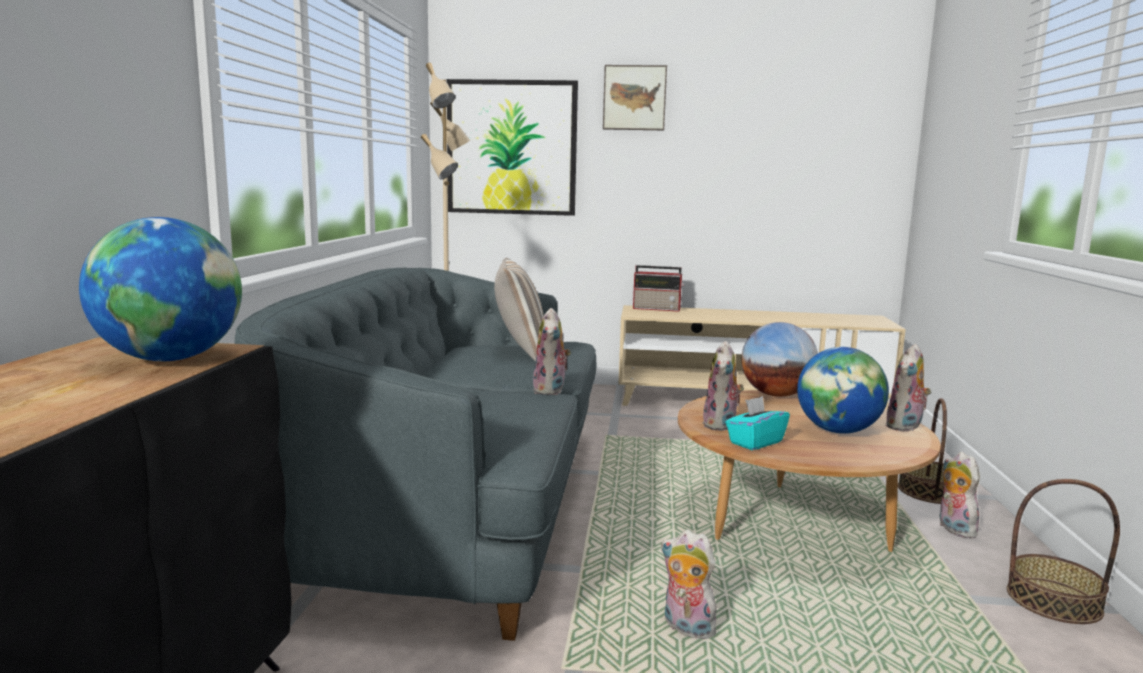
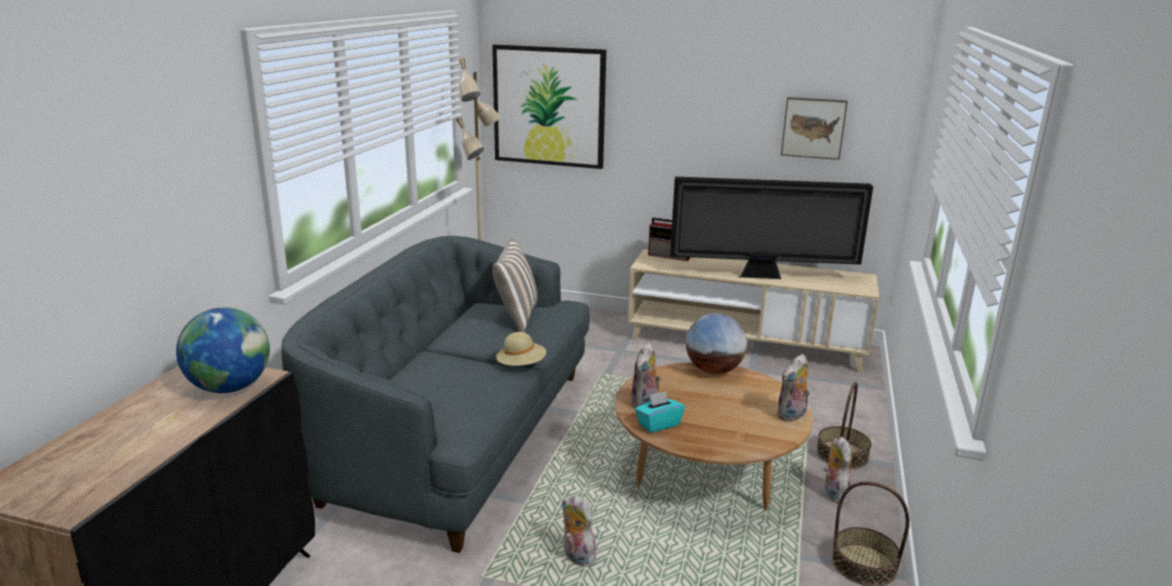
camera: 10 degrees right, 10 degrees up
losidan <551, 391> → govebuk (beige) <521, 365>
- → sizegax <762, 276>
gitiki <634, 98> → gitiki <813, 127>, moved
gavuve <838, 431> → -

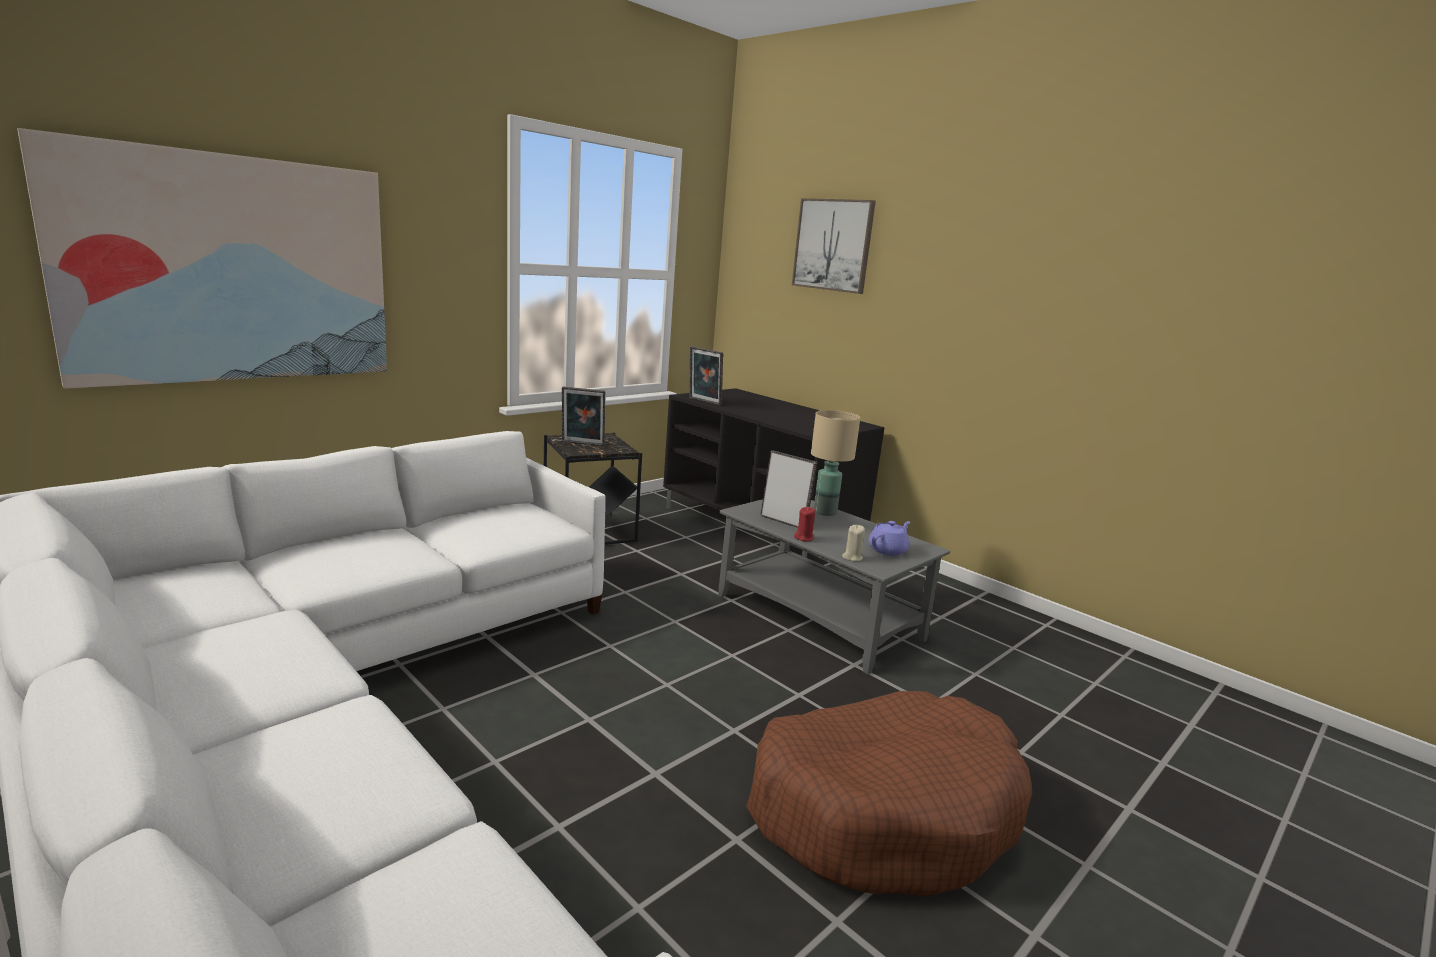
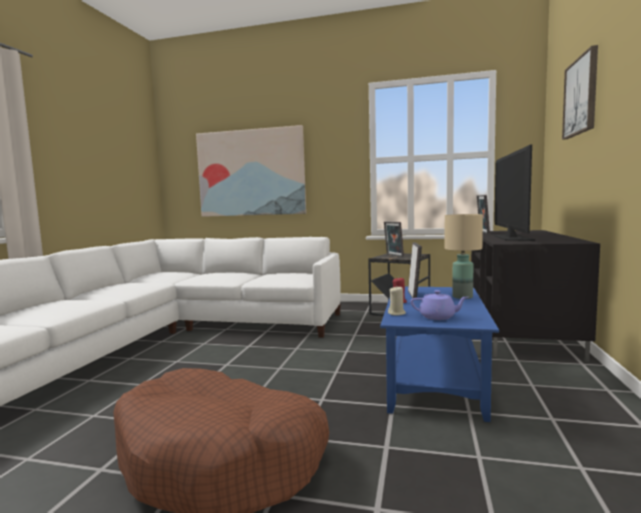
camera: 60 degrees right, 10 degrees down
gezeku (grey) <816, 616> → gezeku (blue) <433, 378>
- → sizegax <511, 237>

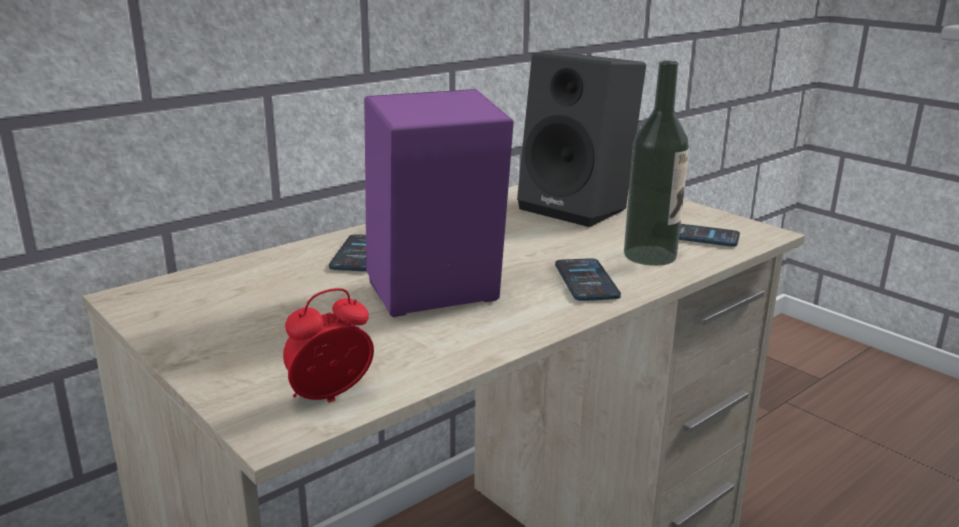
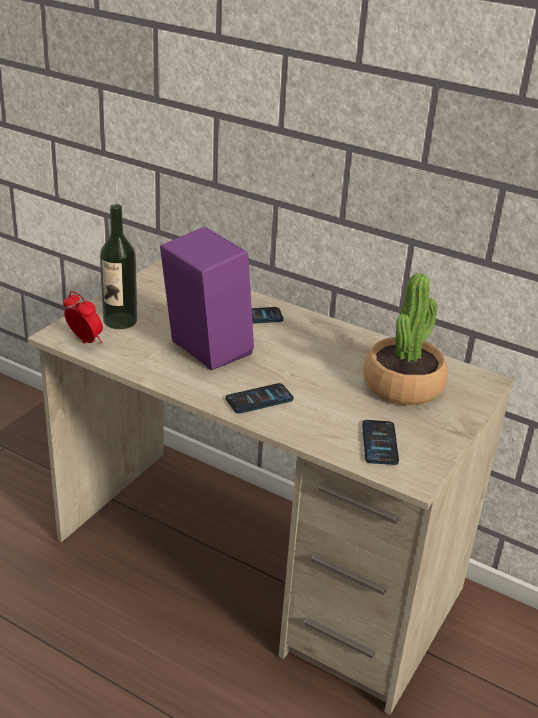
camera: 70 degrees right, 10 degrees up
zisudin <650, 255> → zisudin <120, 321>, moved
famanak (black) <579, 208> → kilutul <403, 386>

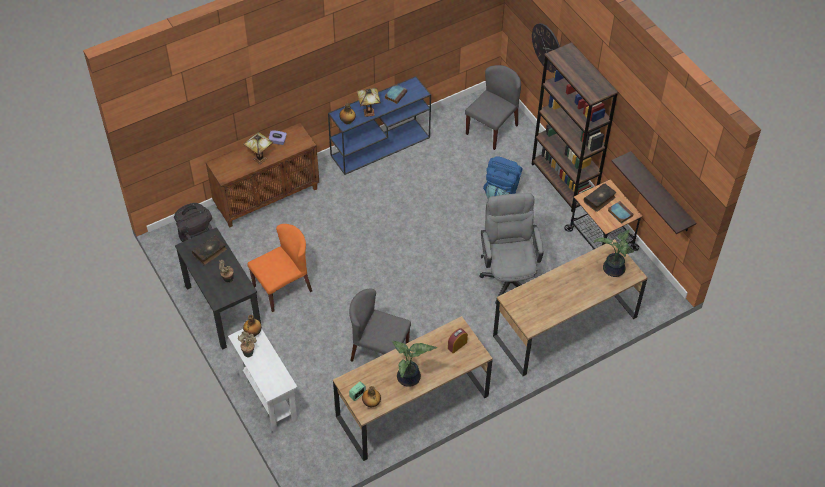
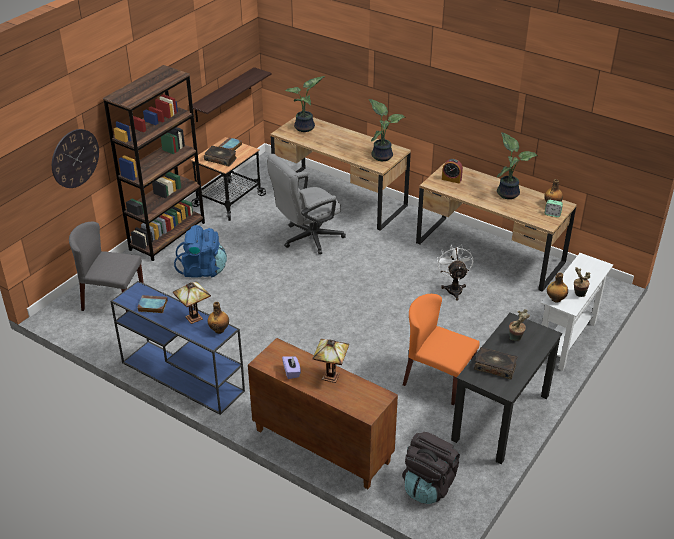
camera: 115 degrees left, 15 degrees down
- → kilutul <382, 156>
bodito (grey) <379, 352> → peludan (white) <453, 288>

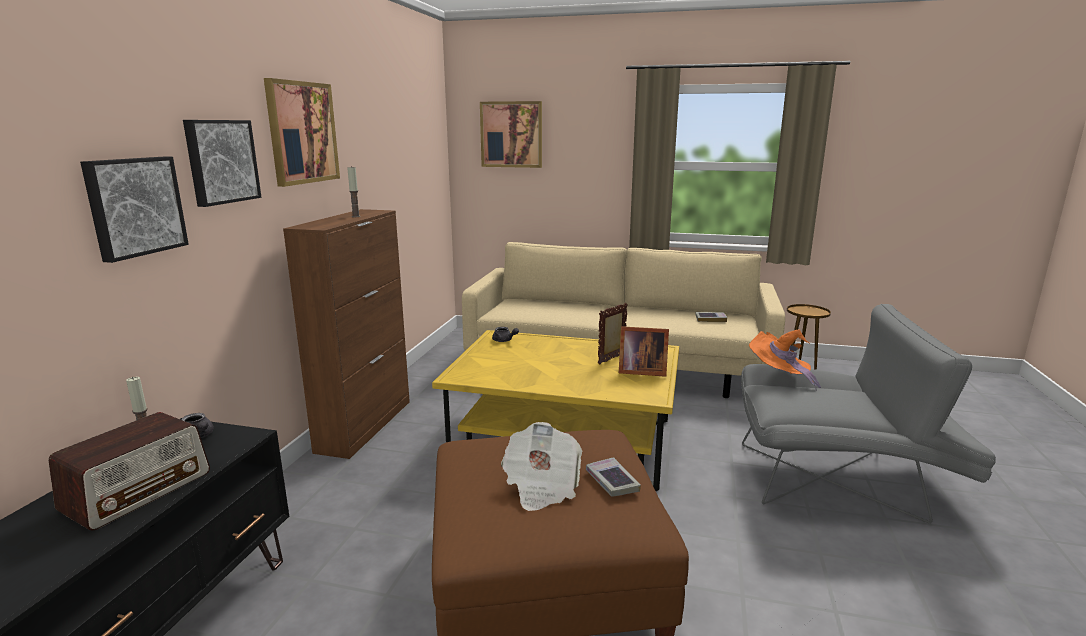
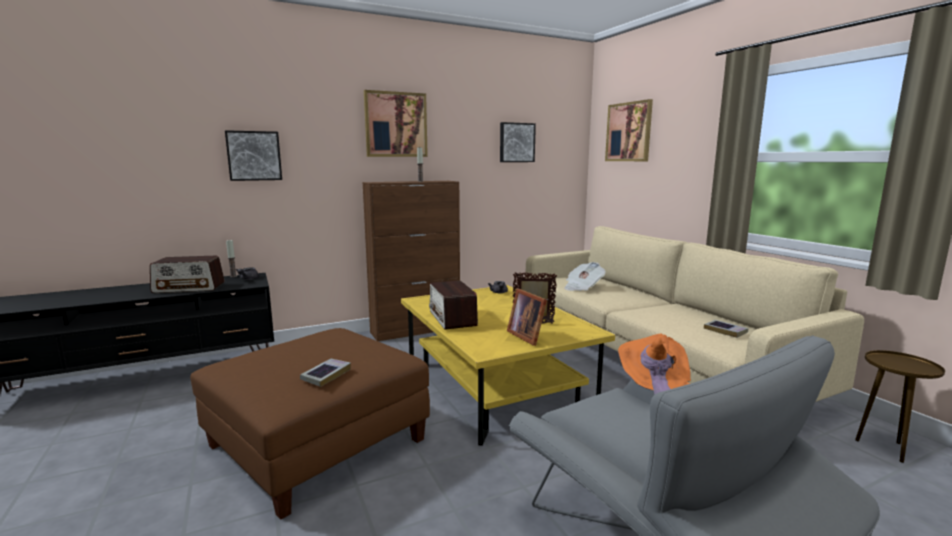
camera: 50 degrees right, 5 degrees down
- → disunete <452, 318>
gitiki <221, 161> → gitiki <516, 142>, moved
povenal <541, 486> → povenal <582, 287>, moved

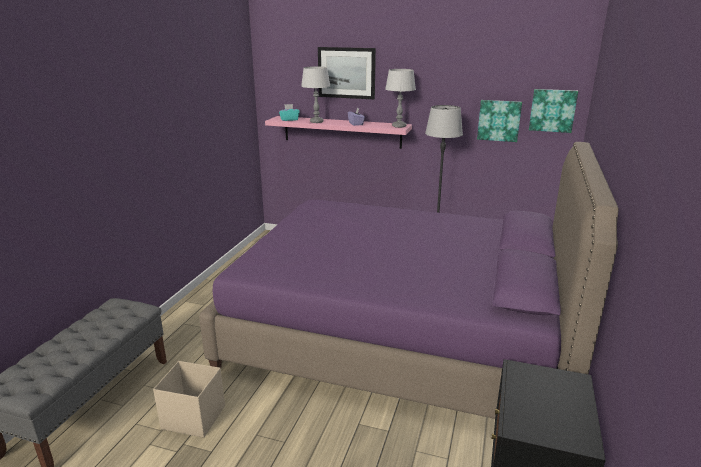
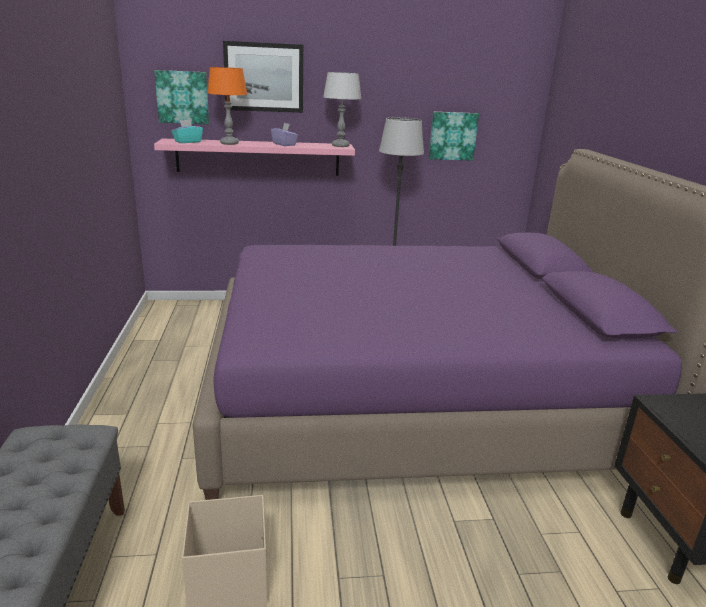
camera: 25 degrees left, 0 degrees up
gitiki <552, 110> → gitiki <182, 97>, moved
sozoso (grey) <316, 122> → sozoso (orange) <229, 143>

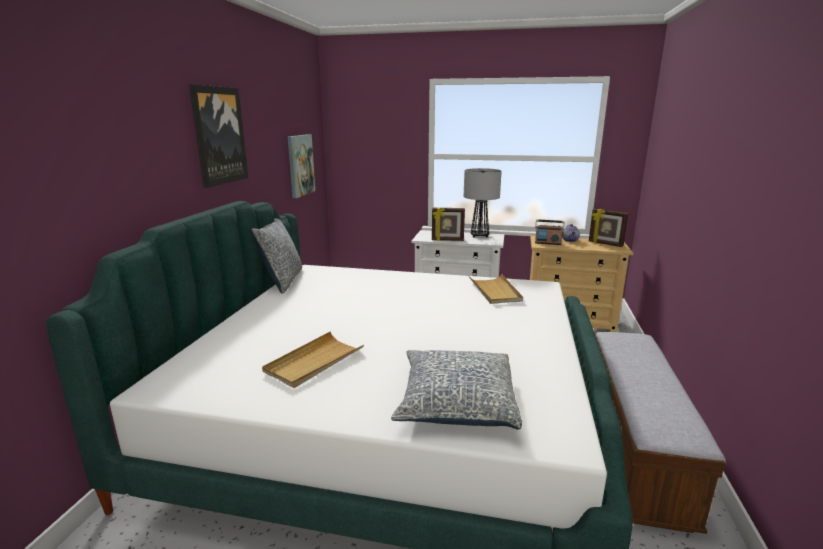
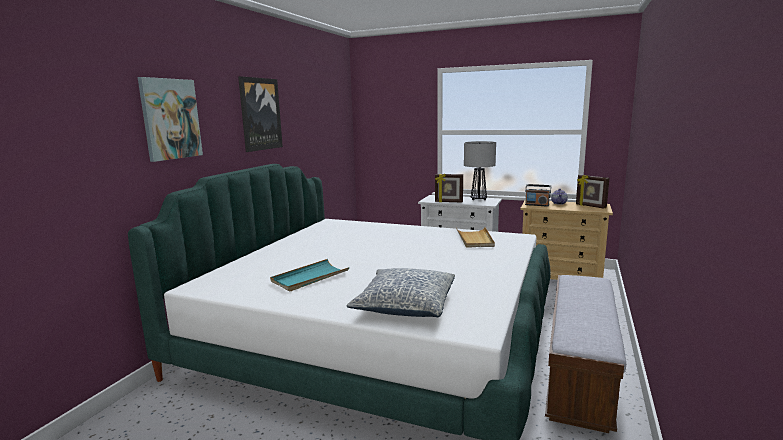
camera: 10 degrees right, 5 degrees down
gitiki <300, 165> → gitiki <170, 119>, moved
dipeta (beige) <314, 362> → dipeta (turquoise) <310, 277>
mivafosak <282, 281> → -

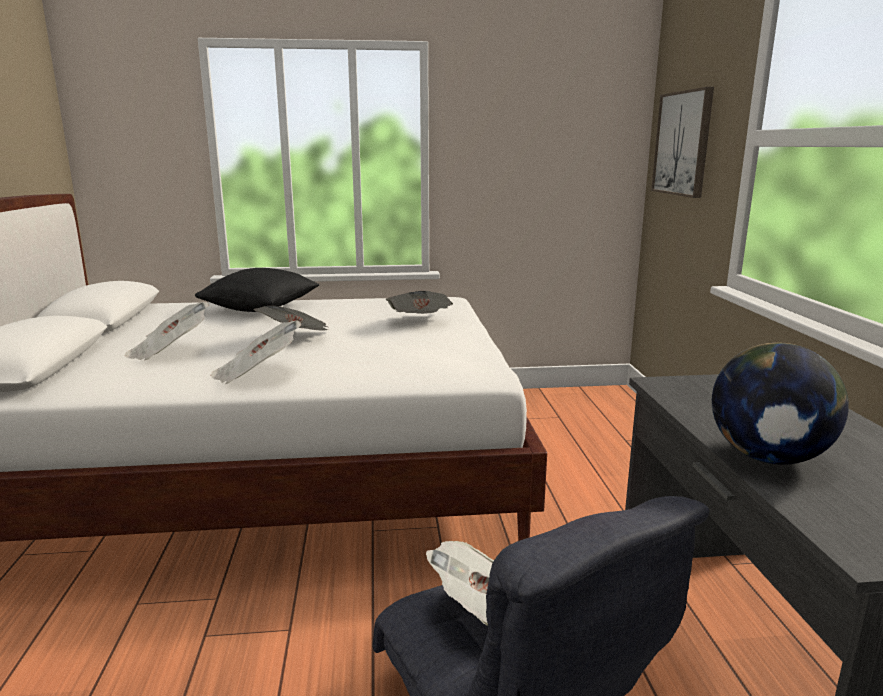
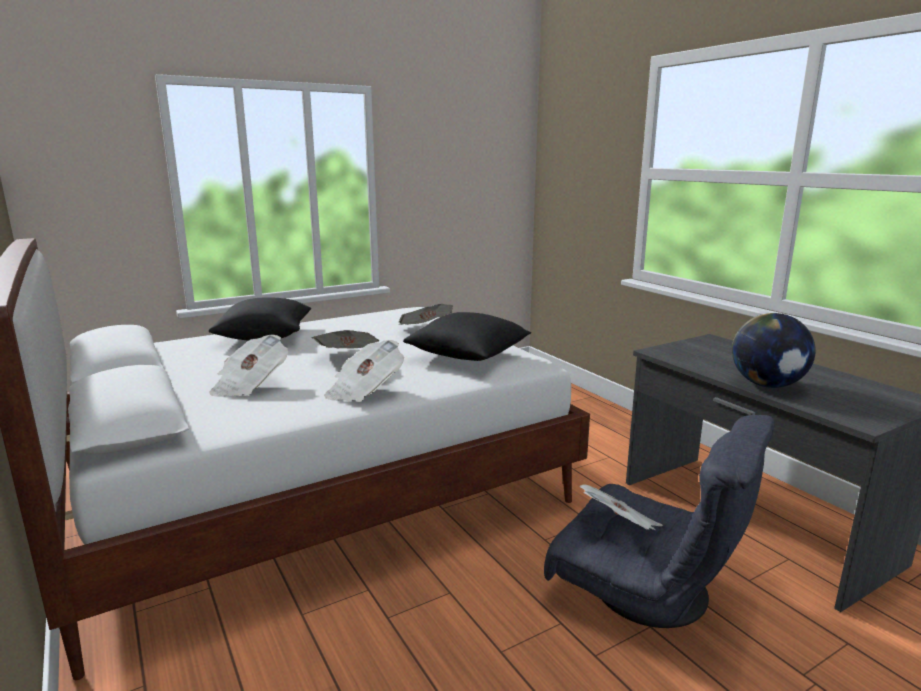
camera: 25 degrees left, 0 degrees up
- → mivafosak (black) <469, 356>
gitiki <683, 143> → -

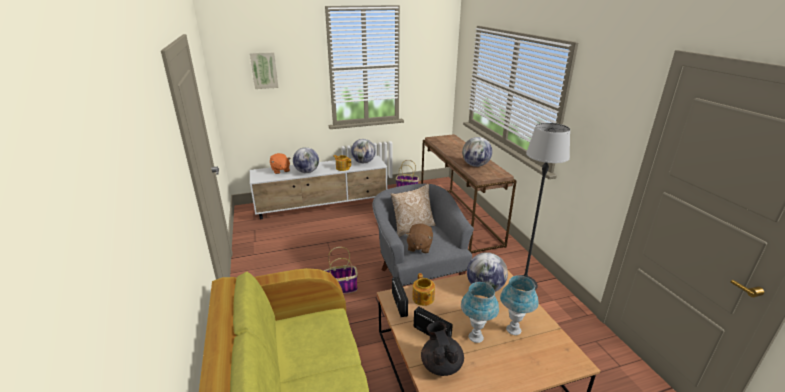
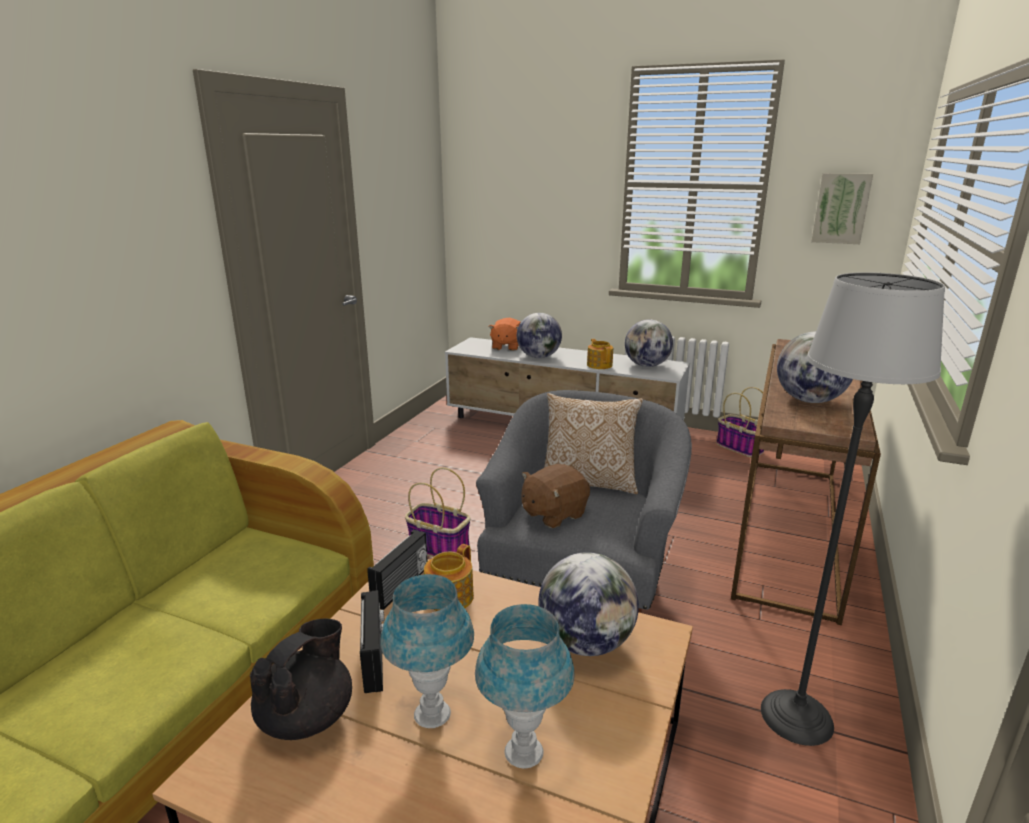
camera: 40 degrees right, 5 degrees down
gitiki <264, 70> → gitiki <841, 208>, moved

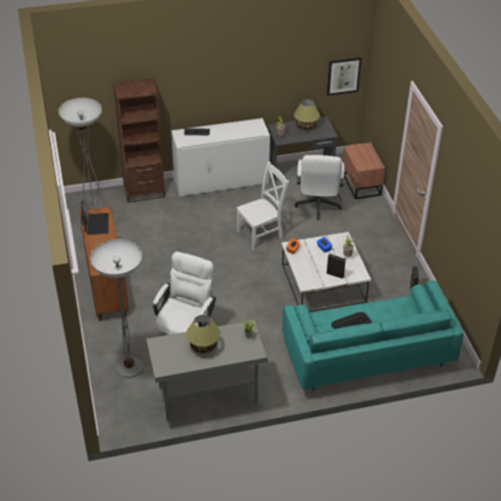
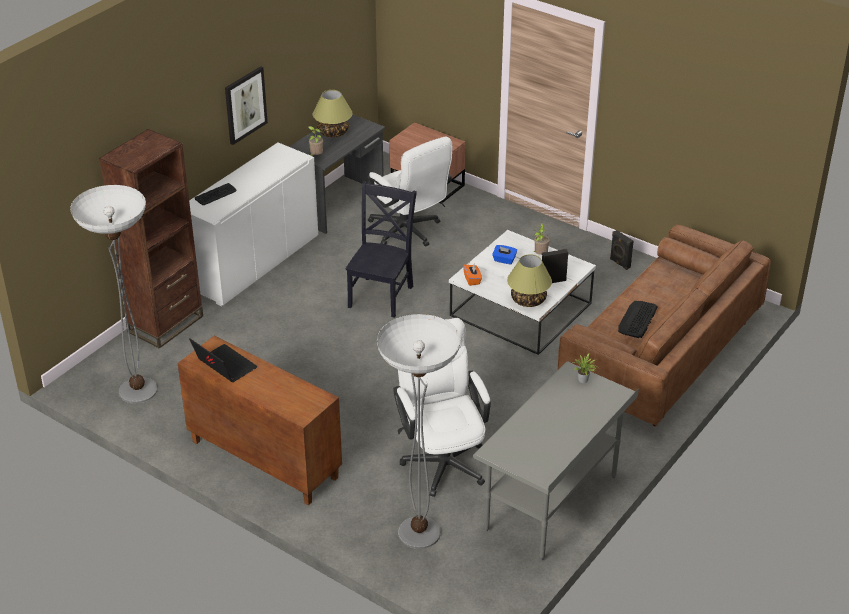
camera: 40 degrees left, 5 degrees down
gitiki <343, 75> → gitiki <245, 105>, moved
bodito (white) <261, 234> → bodito (black) <382, 295>
sozoso <203, 346> → sozoso <528, 300>, moved
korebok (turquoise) <367, 354> → korebok (brown) <660, 355>

